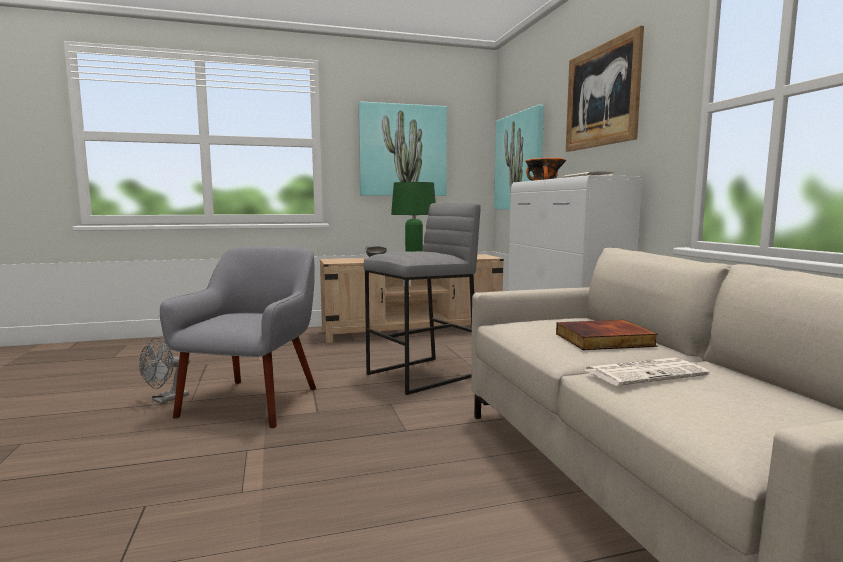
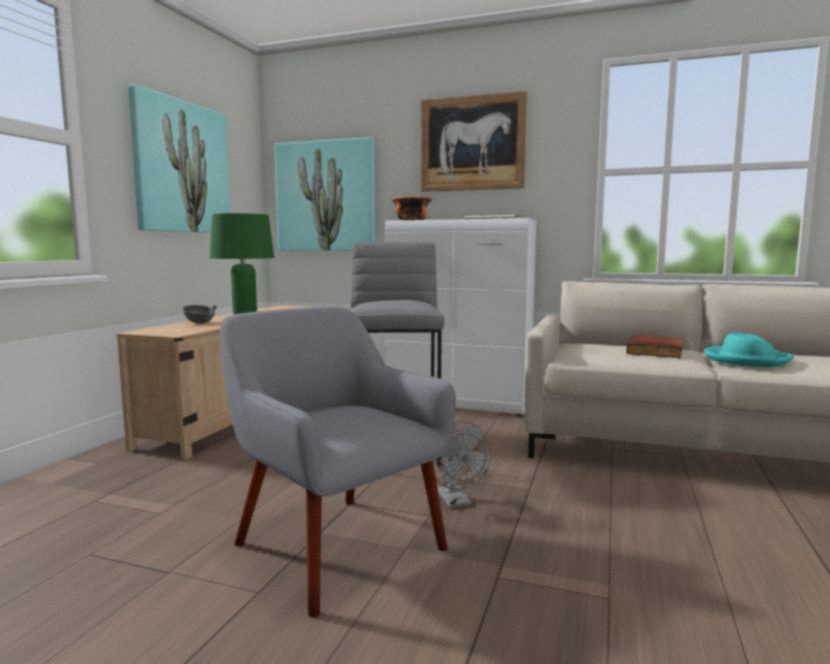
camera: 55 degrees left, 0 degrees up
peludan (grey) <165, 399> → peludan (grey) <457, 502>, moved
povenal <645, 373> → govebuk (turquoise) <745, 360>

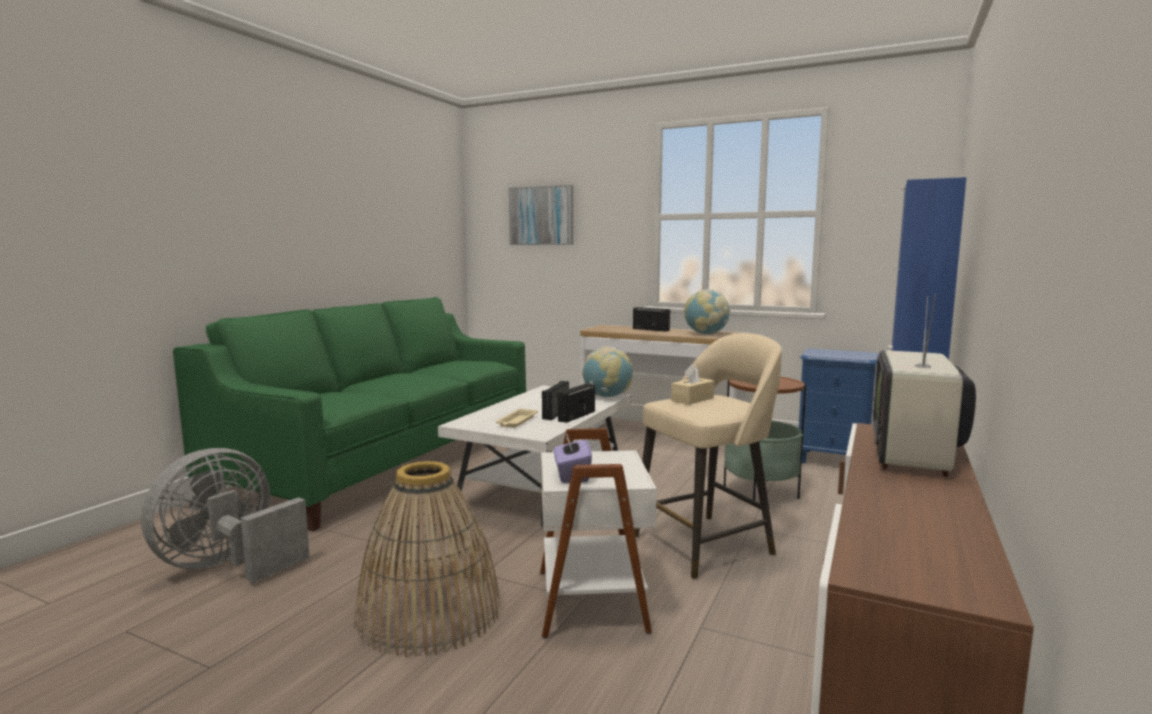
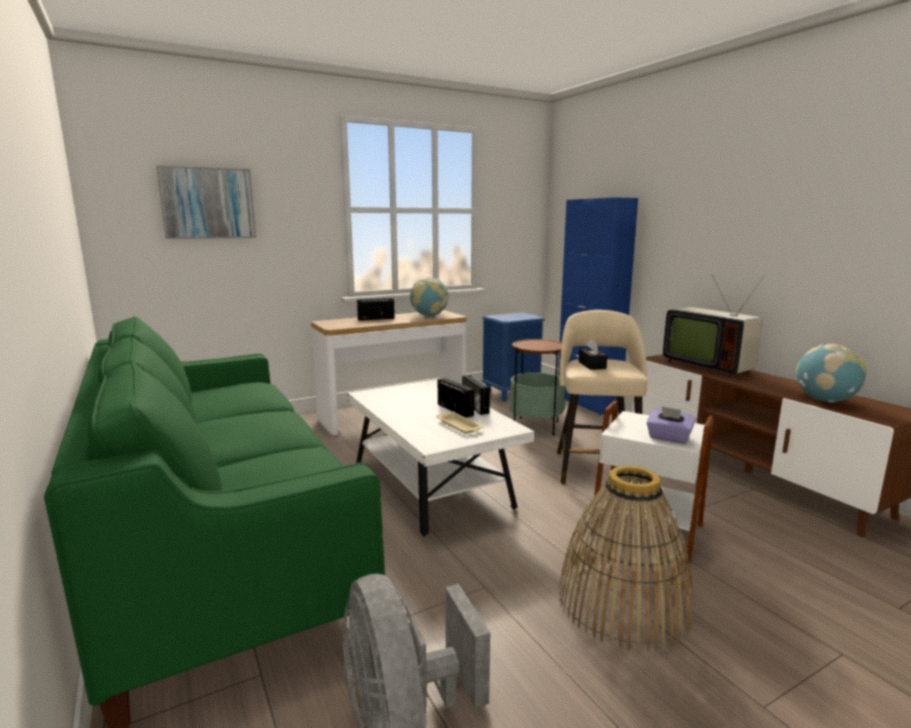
camera: 55 degrees left, 5 degrees up
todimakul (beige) <692, 399> → todimakul (black) <592, 365>
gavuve <607, 396> → gavuve <825, 401>, moved

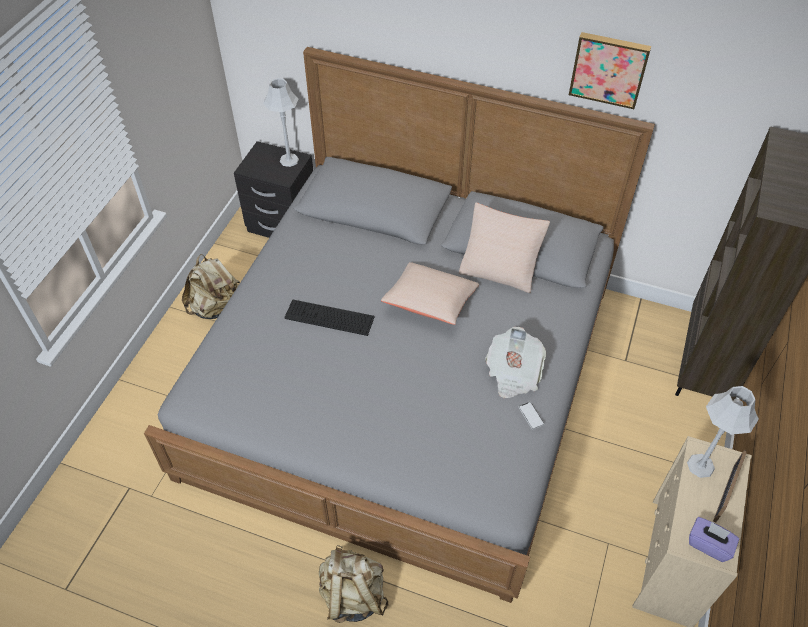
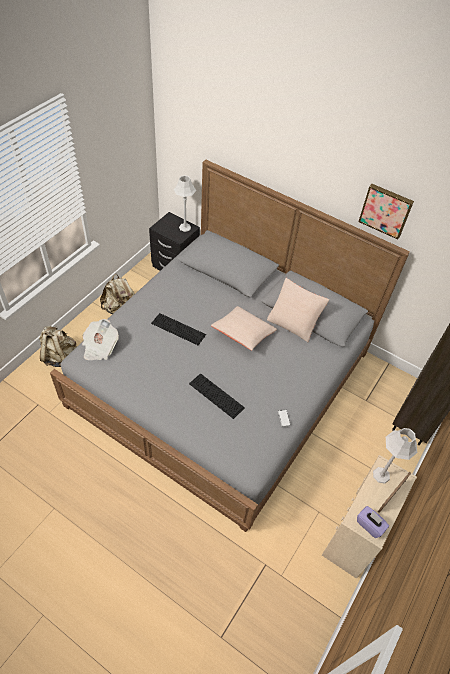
camera: 10 degrees right, 0 degrees up
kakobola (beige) <352, 595> → kakobola (beige) <60, 357>, moved
povenal <513, 373> → povenal <99, 347>, moved
- → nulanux <216, 395>

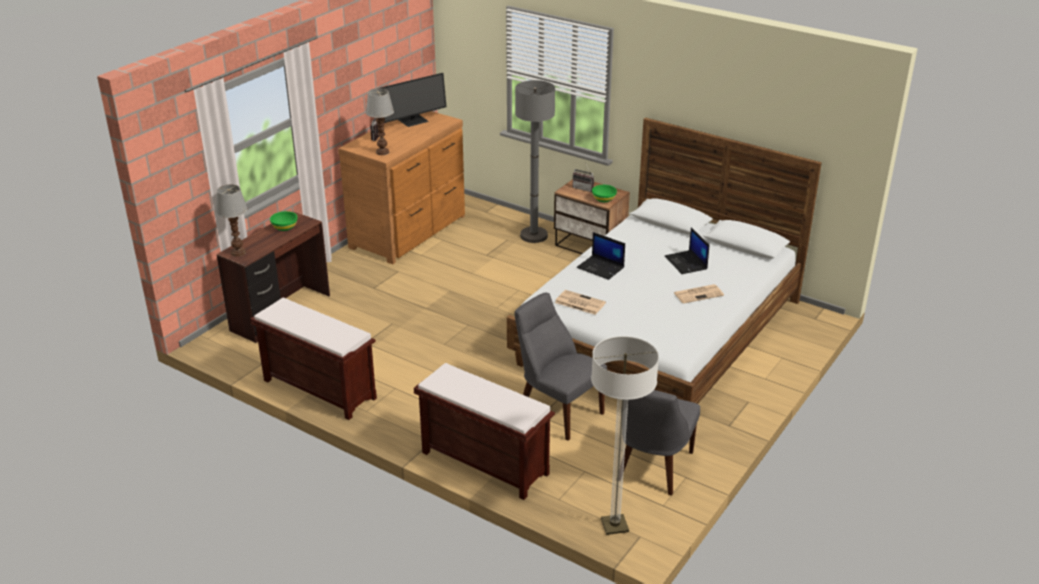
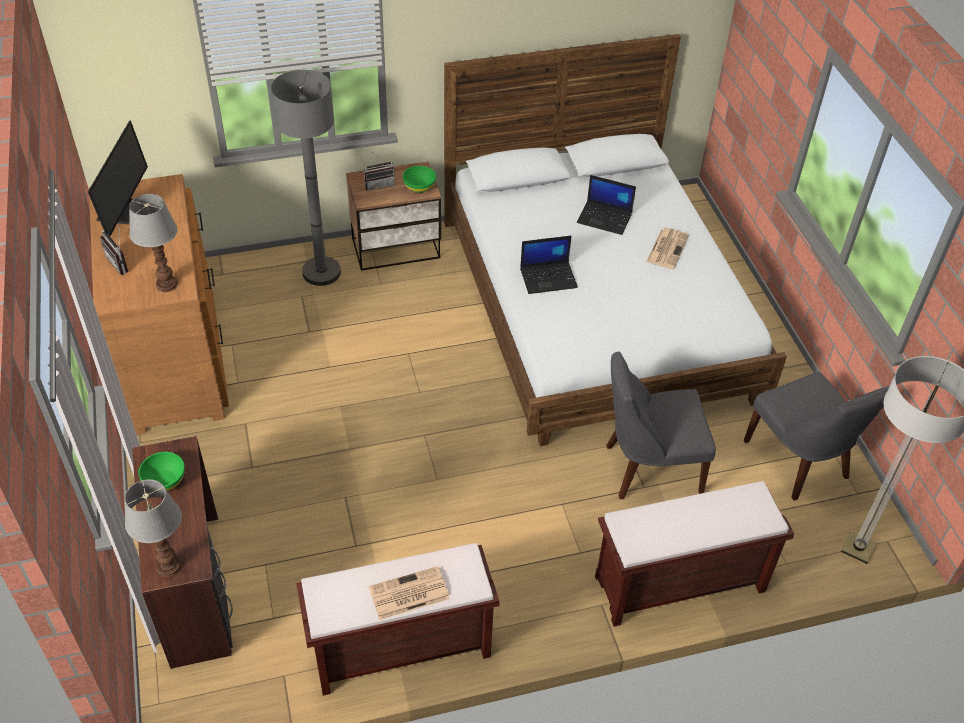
camera: 50 degrees left, 15 degrees up
povenal <579, 303> → povenal <408, 594>, moved

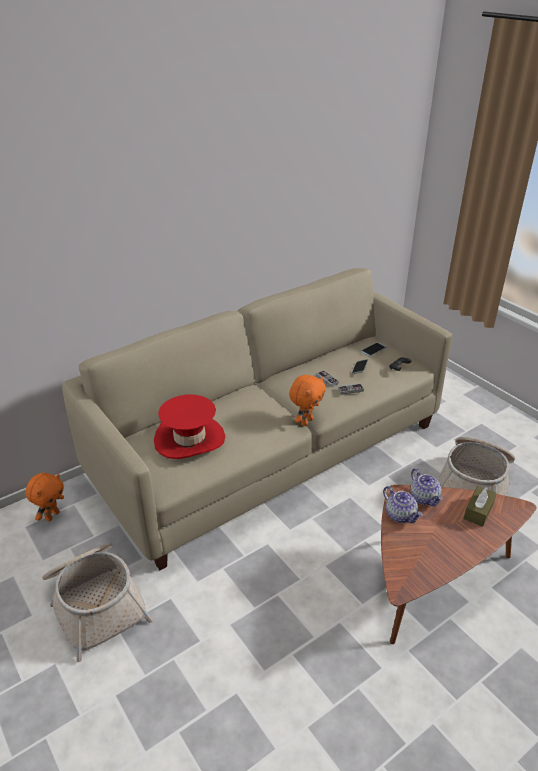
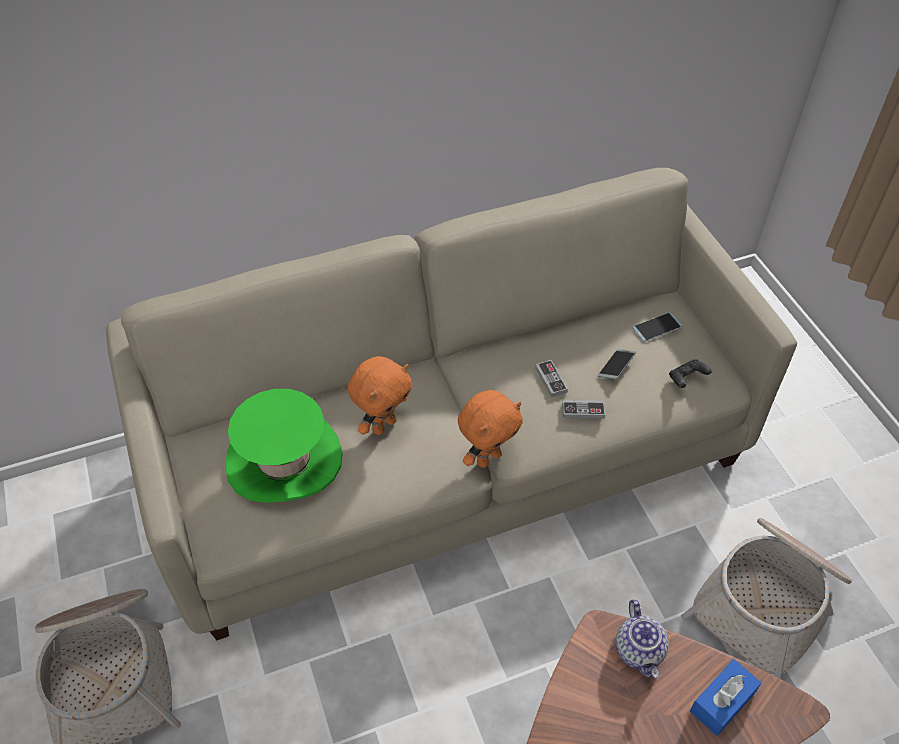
camera: 15 degrees right, 15 degrees up
govebuk (red) <189, 439> → govebuk (green) <284, 459>
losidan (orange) <52, 515> → losidan (orange) <383, 425>, moved
todimakul (brown) <478, 511> → todimakul (blue) <722, 702>
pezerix <400, 515> → -

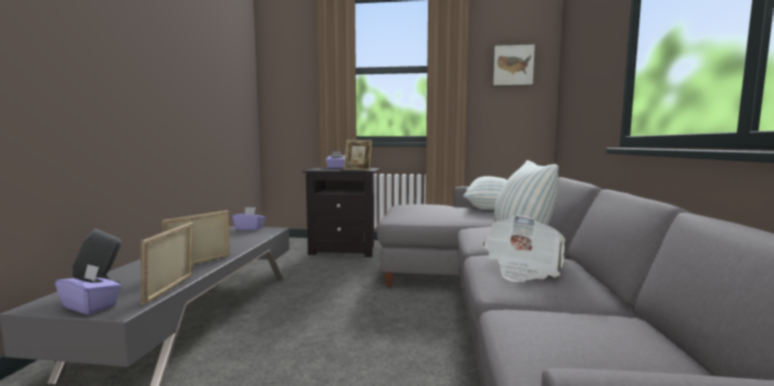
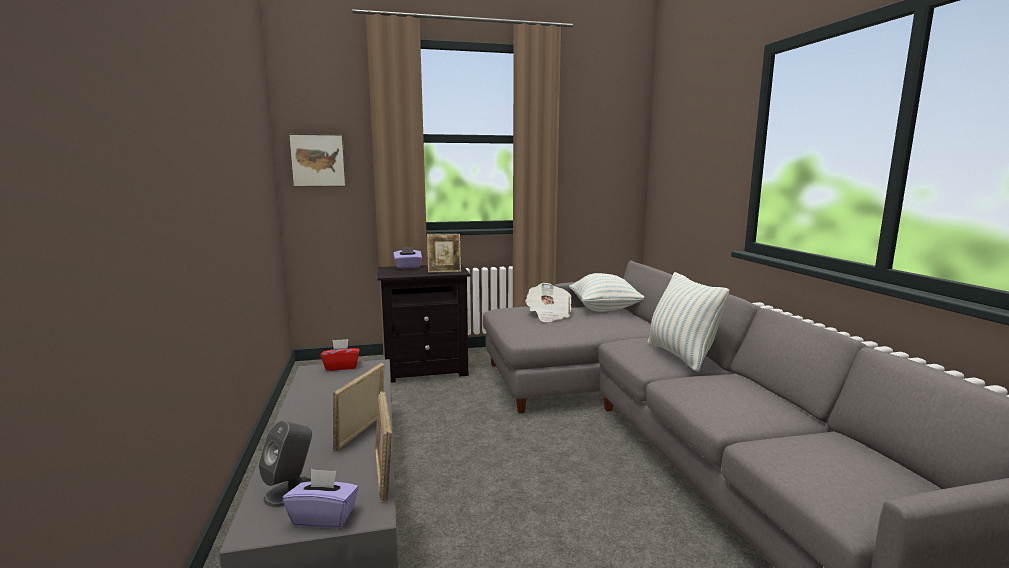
camera: 20 degrees left, 5 degrees up
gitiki <512, 65> → gitiki <318, 160>, moved
todimakul (purple) <249, 228> → todimakul (red) <341, 367>
povenal <521, 269> → povenal <548, 315>, moved

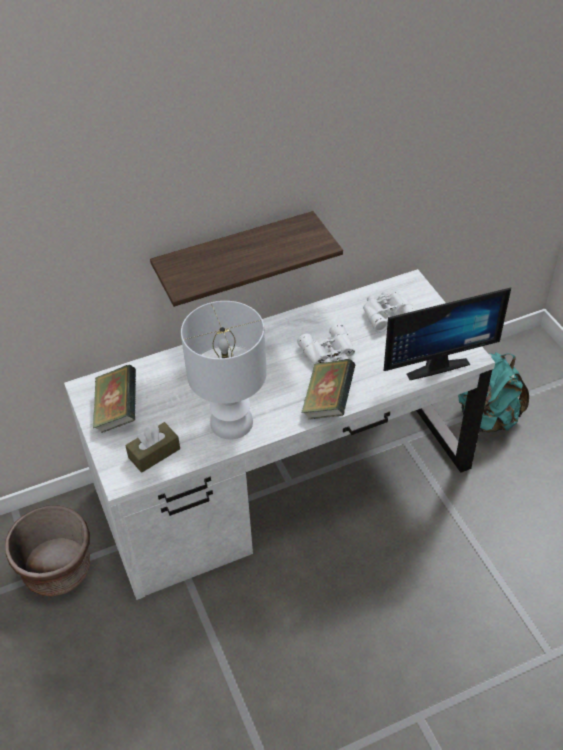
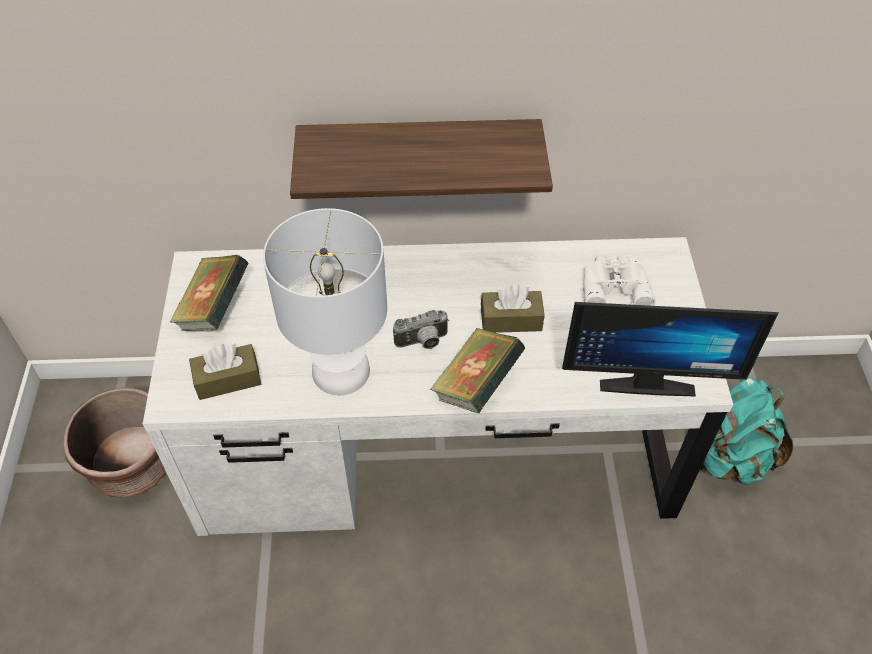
camera: 20 degrees right, 5 degrees up
- → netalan <423, 342>
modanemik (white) <330, 354> → todimakul (brown) <511, 320>

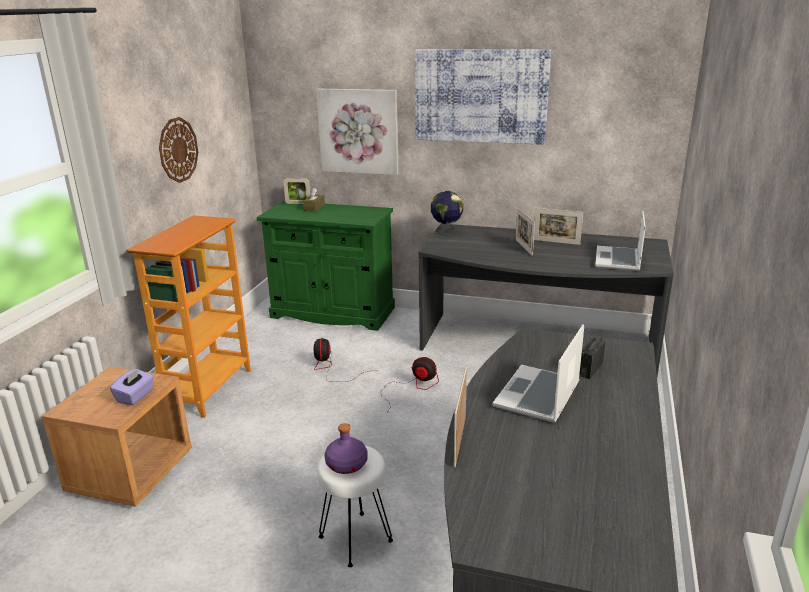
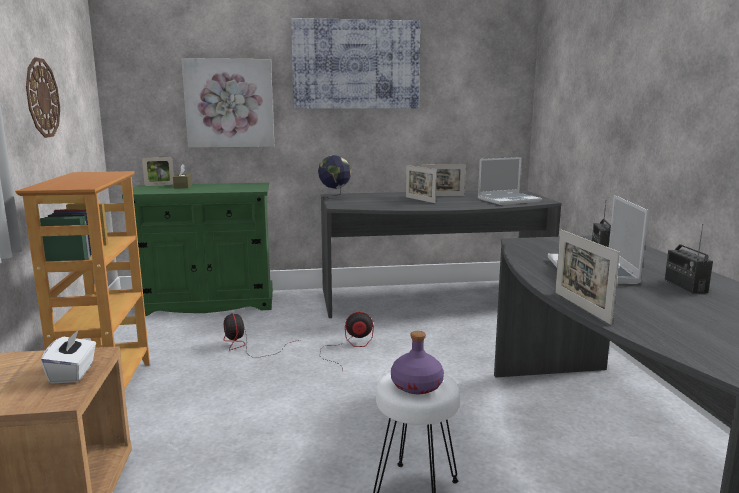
camera: 25 degrees left, 10 degrees down
todimakul (purple) <135, 396> → todimakul (white) <73, 373>
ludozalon <618, 260> → ludozalon <509, 200>, 105 degrees counterclockwise
- → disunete <685, 286>

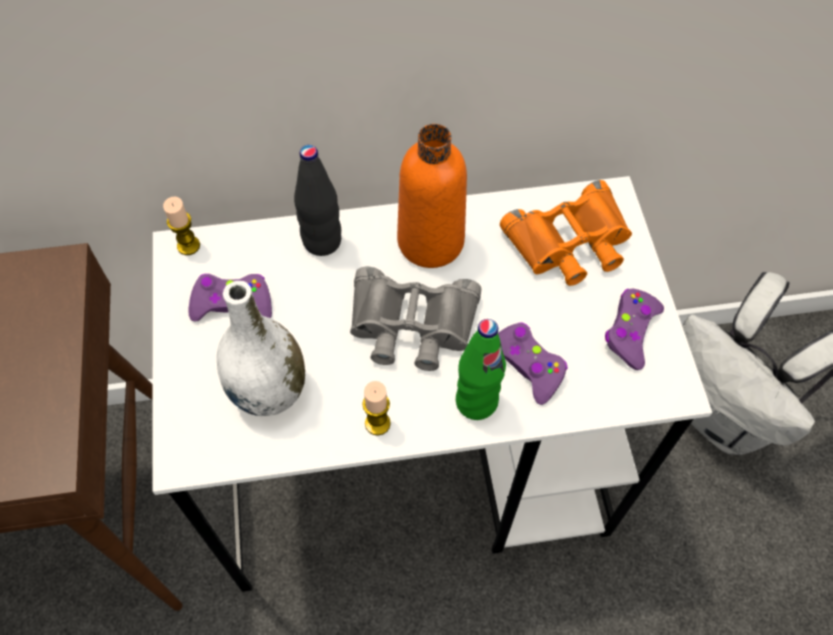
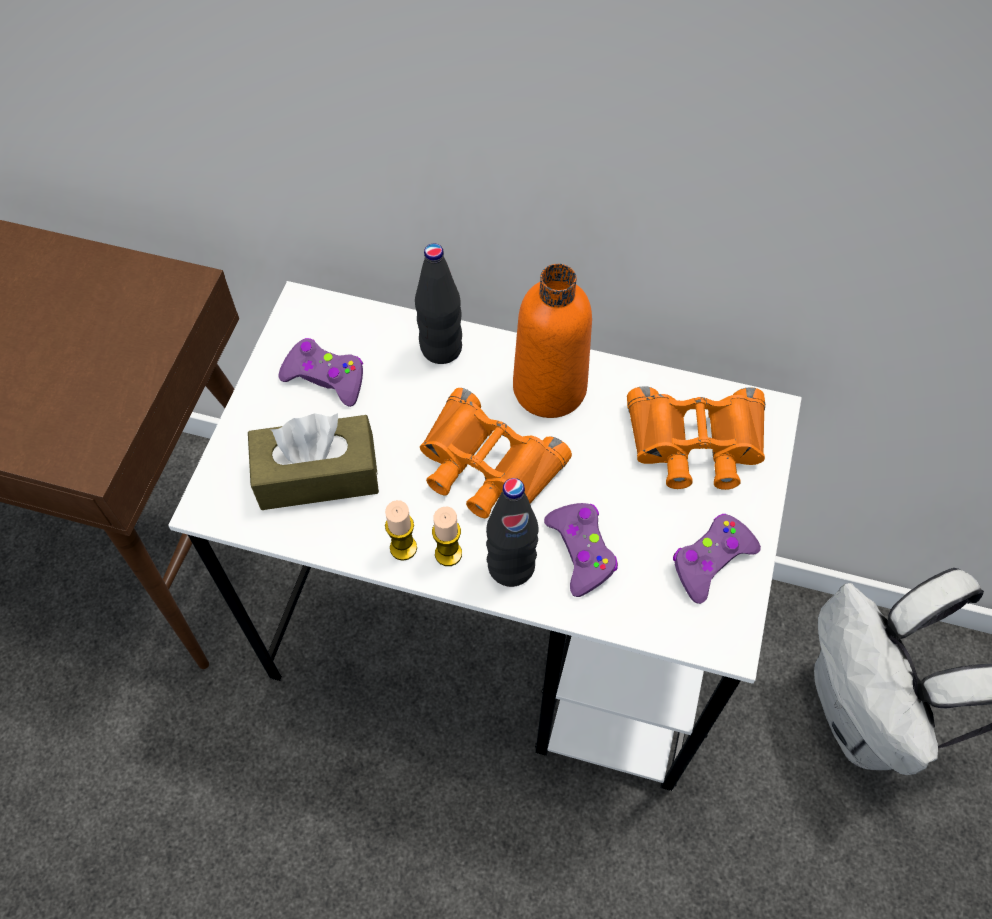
camera: 25 degrees right, 0 degrees up
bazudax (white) <269, 391> → todimakul (brown) <317, 475>
modanemik (grey) <411, 325> → modanemik (orange) <486, 465>
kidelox <188, 246> → kidelox <448, 553>, moved
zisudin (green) <476, 401> → zisudin (black) <511, 566>

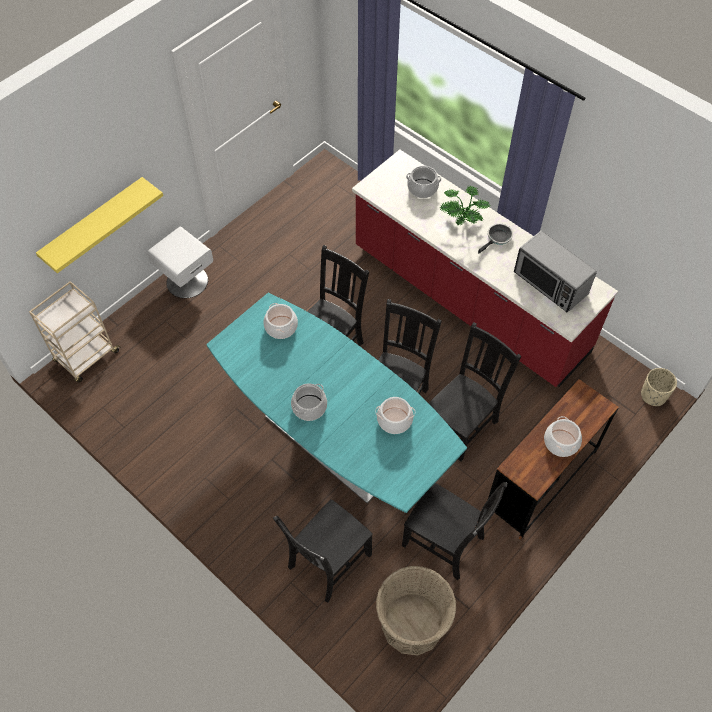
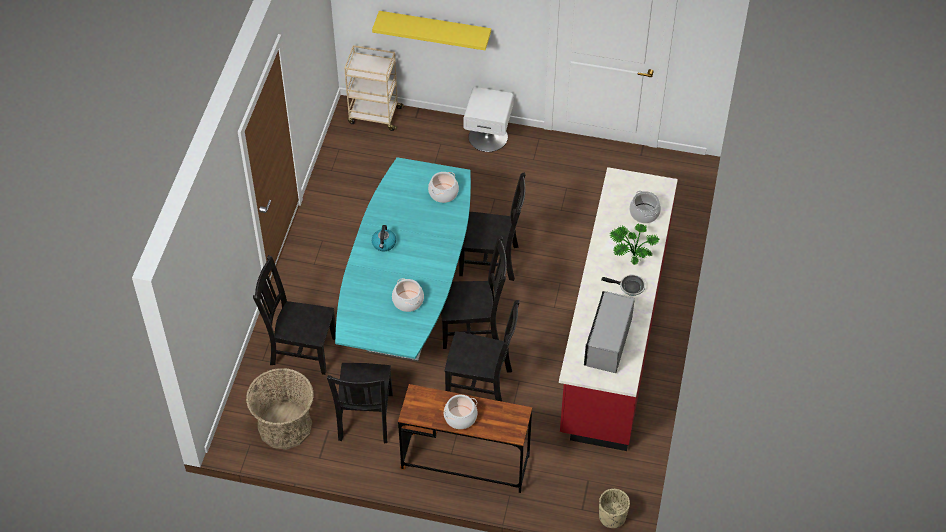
camera: 60 degrees right, 5 degrees down
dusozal <309, 407> → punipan <384, 244>

